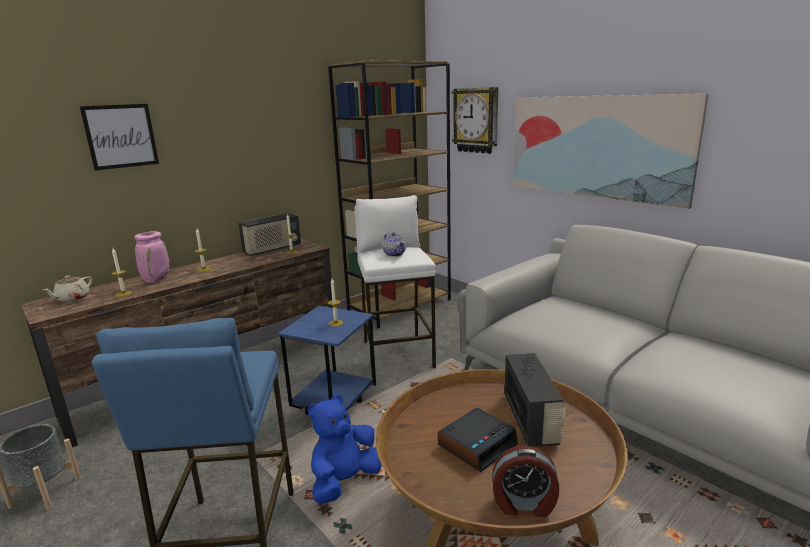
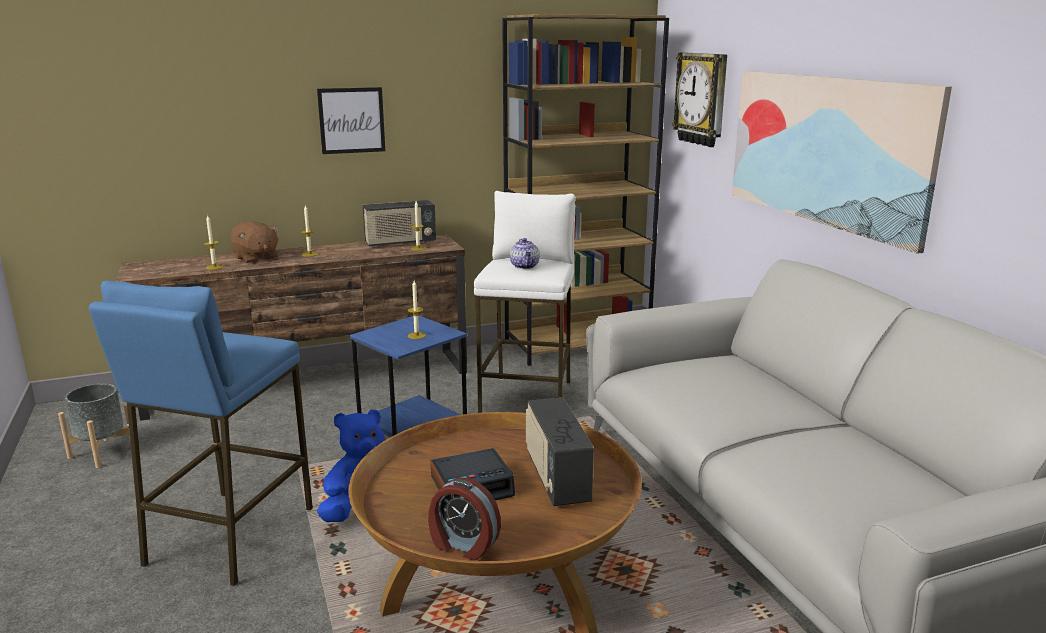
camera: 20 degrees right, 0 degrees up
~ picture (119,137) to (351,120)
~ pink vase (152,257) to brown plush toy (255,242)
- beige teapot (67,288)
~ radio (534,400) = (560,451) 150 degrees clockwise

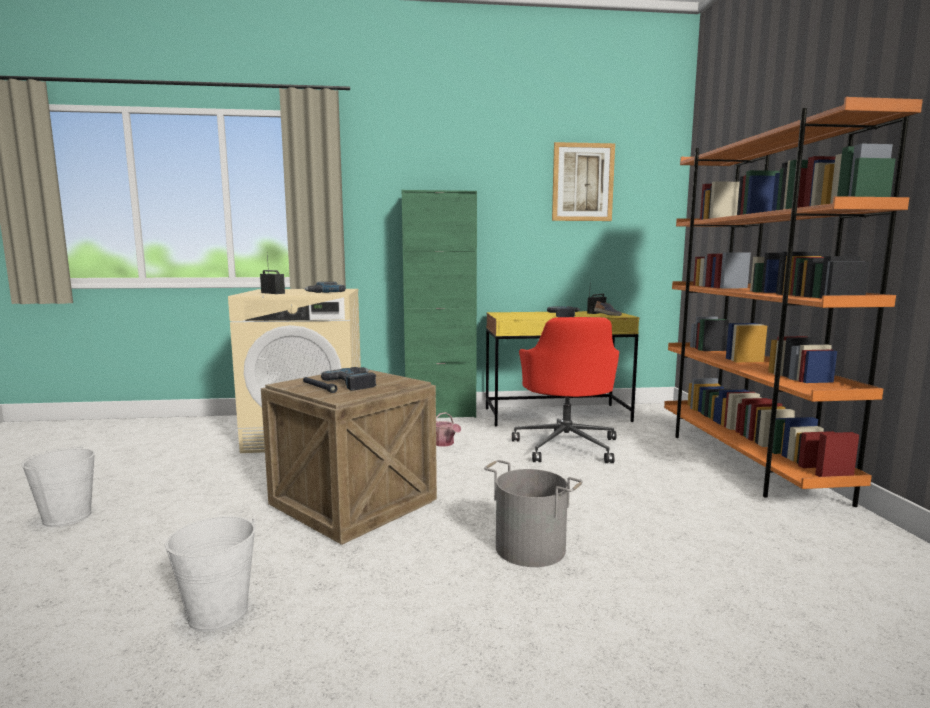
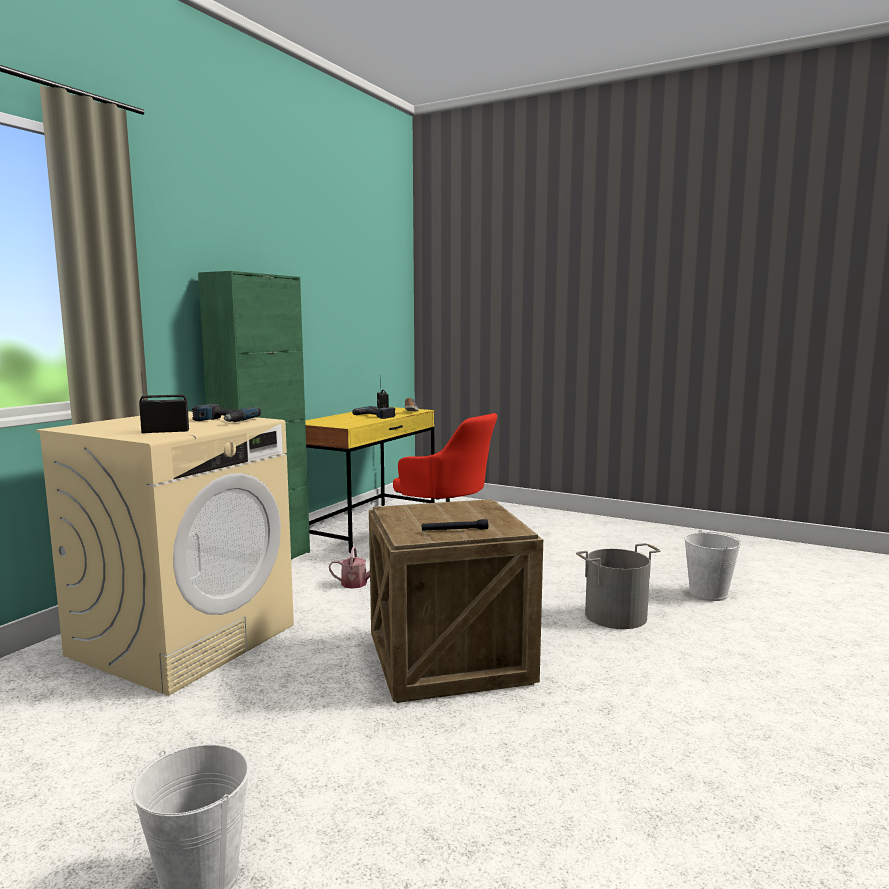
camera: 55 degrees left, 0 degrees up
- orange bookcase (793,302)
- picture (583,181)
- power drill (348,379)
~ white bucket (210,574) to (712,565)

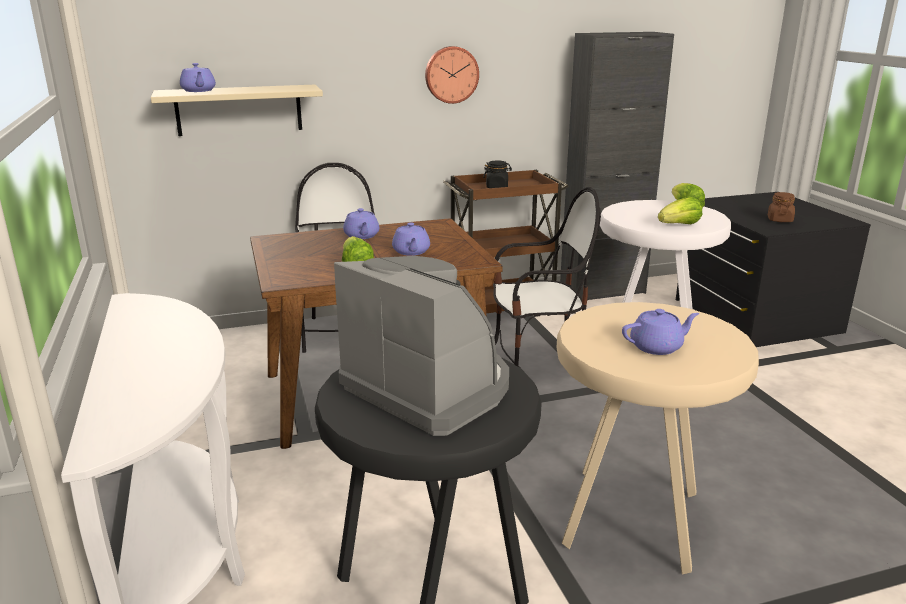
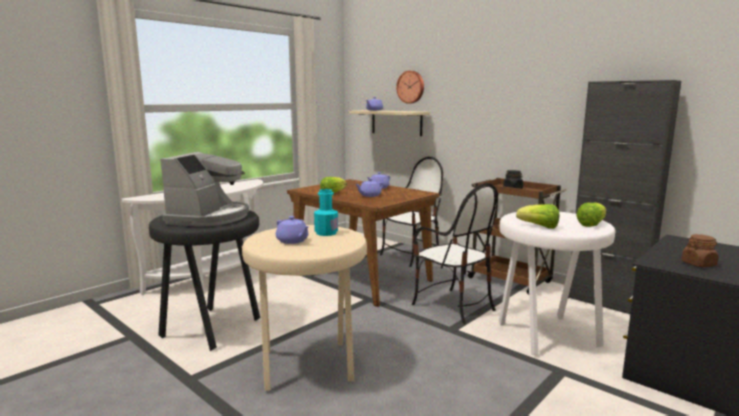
camera: 60 degrees right, 10 degrees down
~ wall clock (452,75) to (410,87)
+ turquoise bottle (326,212)

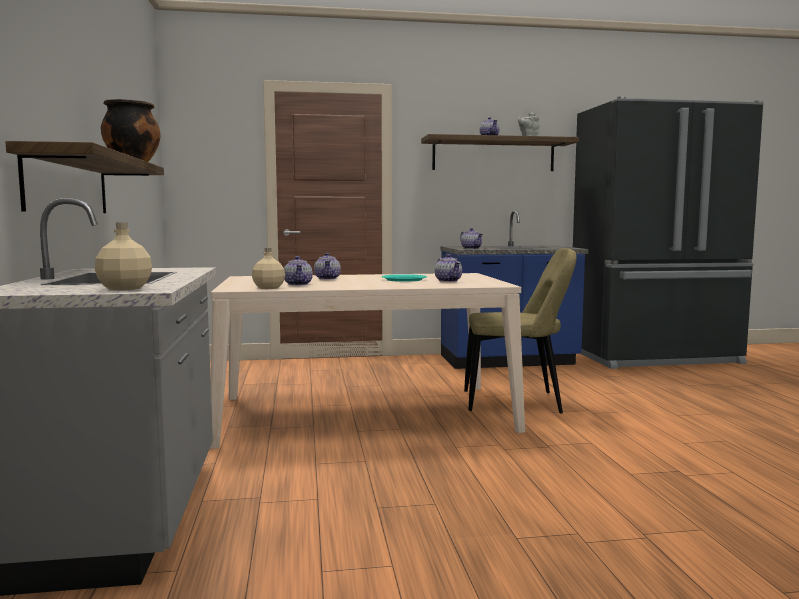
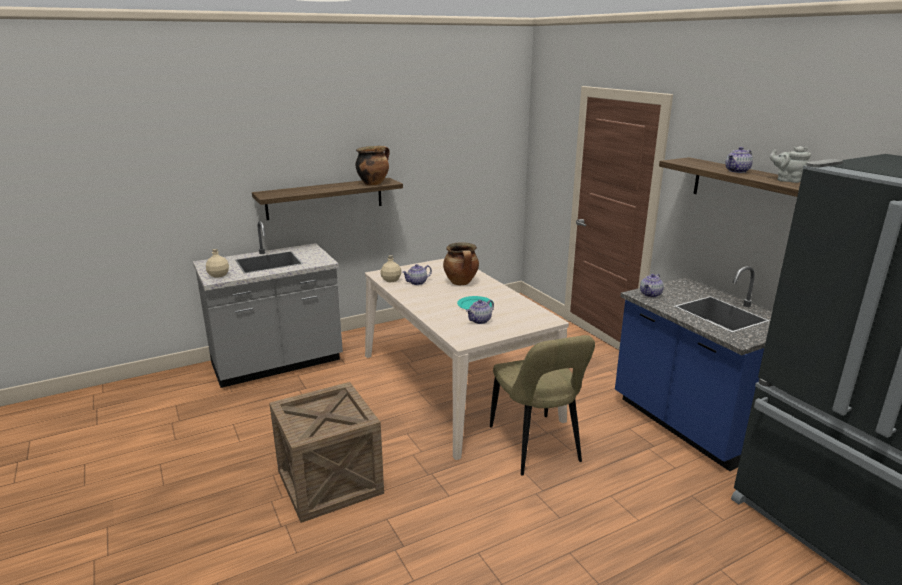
camera: 70 degrees right, 15 degrees up
~ teapot (327,266) to cooking pot (461,263)
+ crate (326,452)

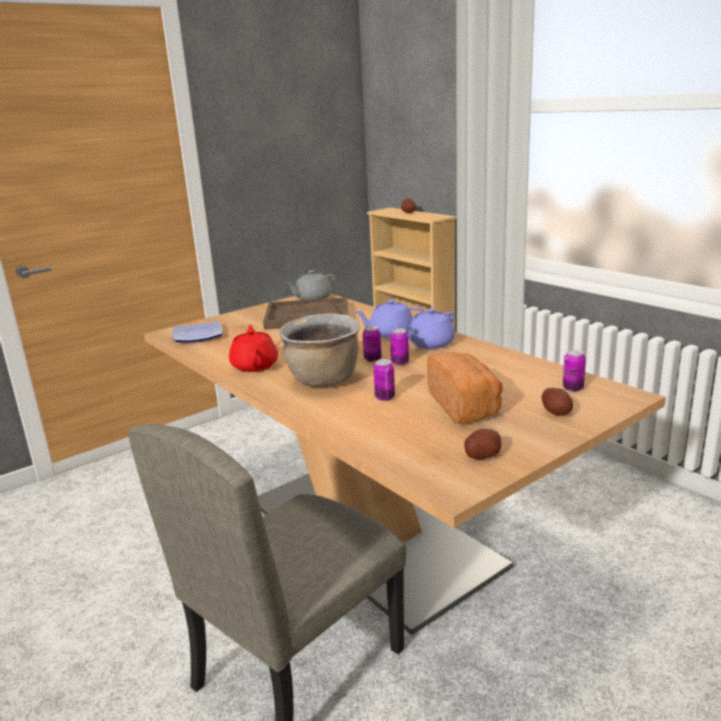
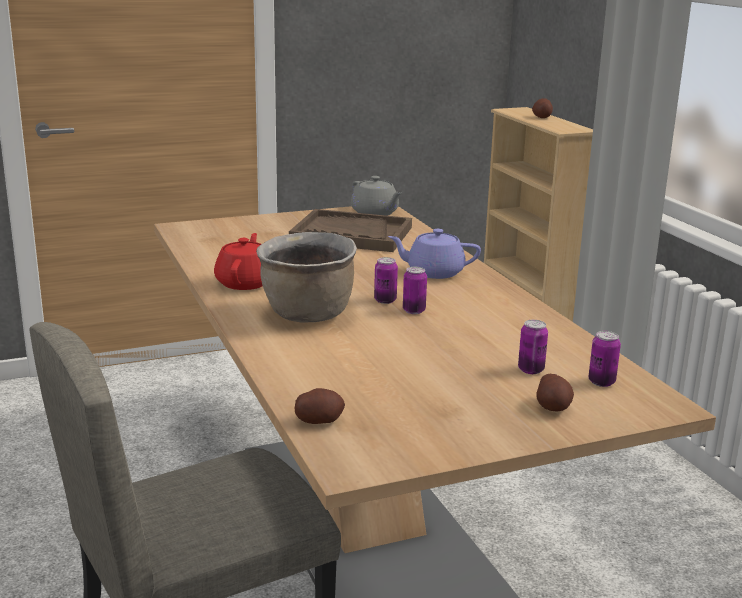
camera: 15 degrees right, 0 degrees up
~ grey teapot (310,285) = (376,196) 105 degrees counterclockwise
- purple teapot (430,328)
- plate (197,331)
- bread (464,388)
~ can (384,380) to (533,347)
~ potato (482,444) to (319,406)

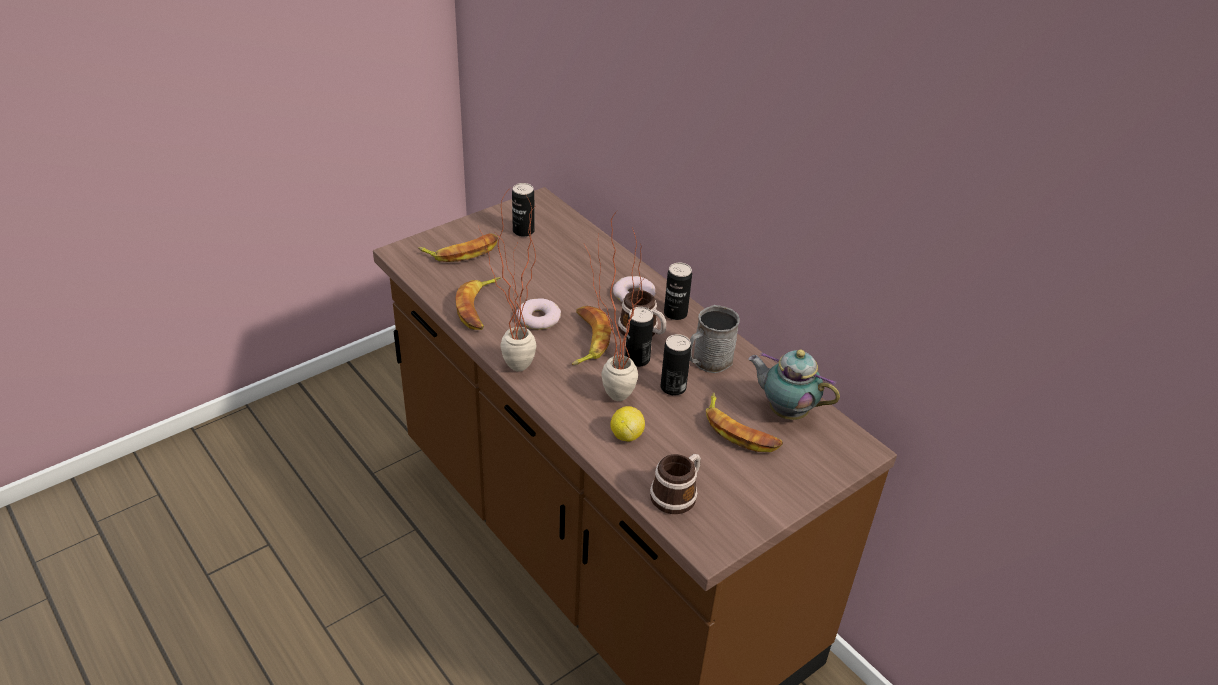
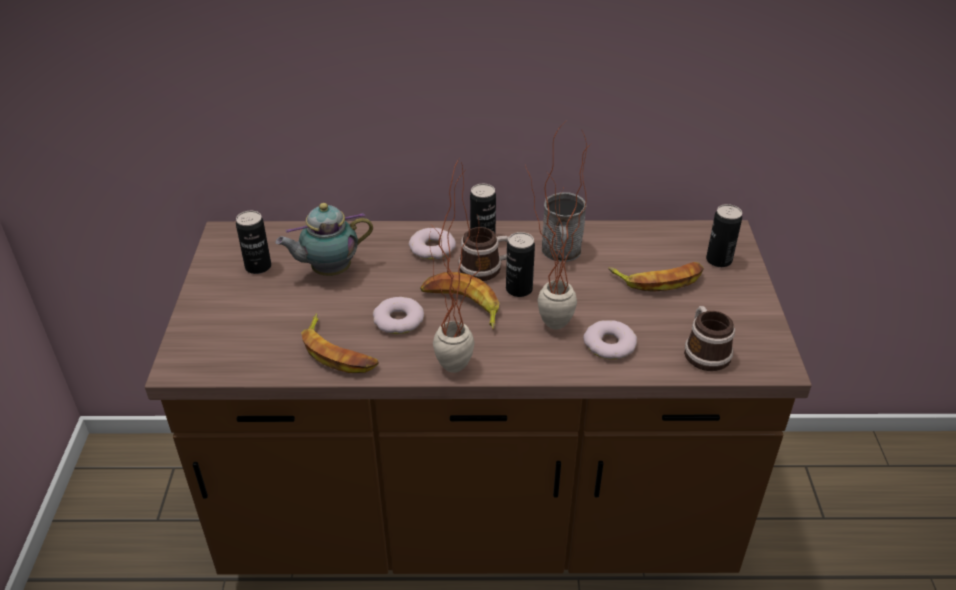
camera: 50 degrees left, 0 degrees up
- banana (458,248)
~ can (676,365) to (724,235)
~ teapot (794,385) to (324,239)
~ lemon (627,423) to donut (610,340)

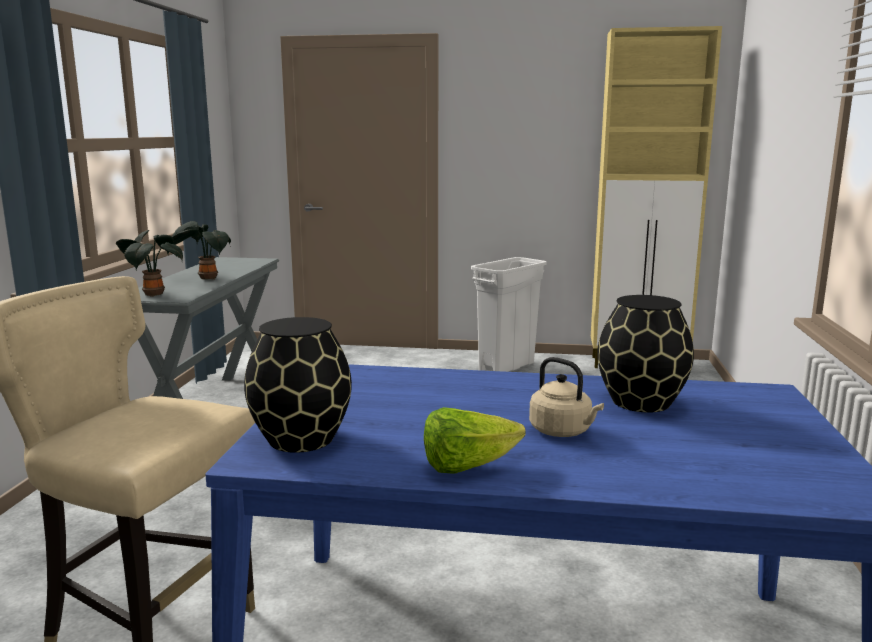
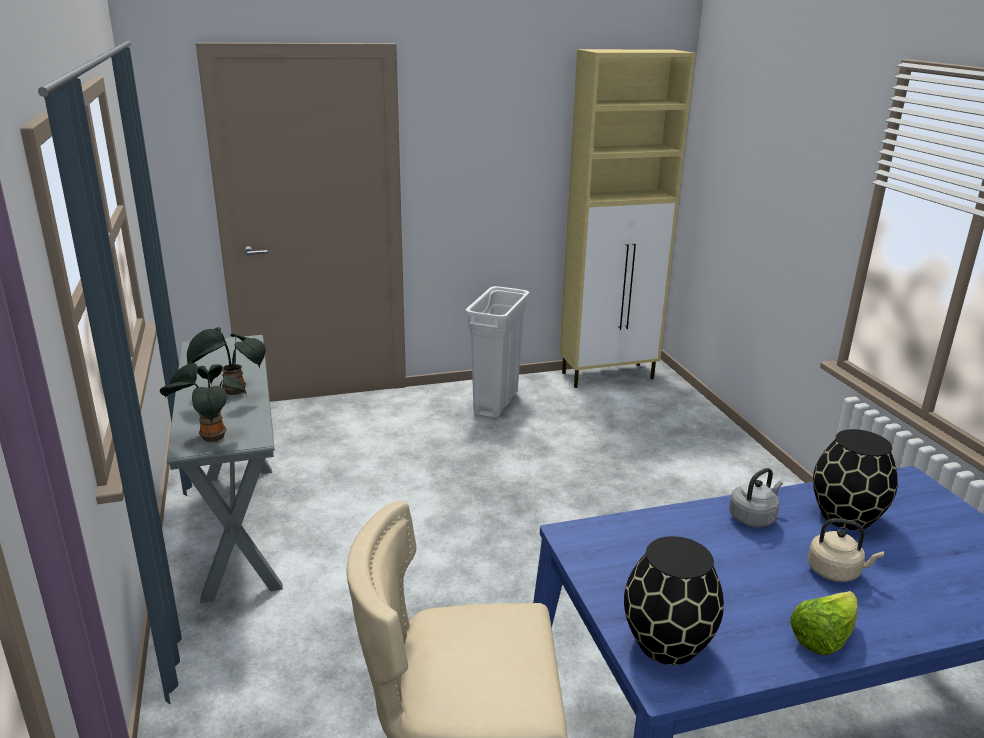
camera: 25 degrees left, 10 degrees up
+ grey kettle (756,498)

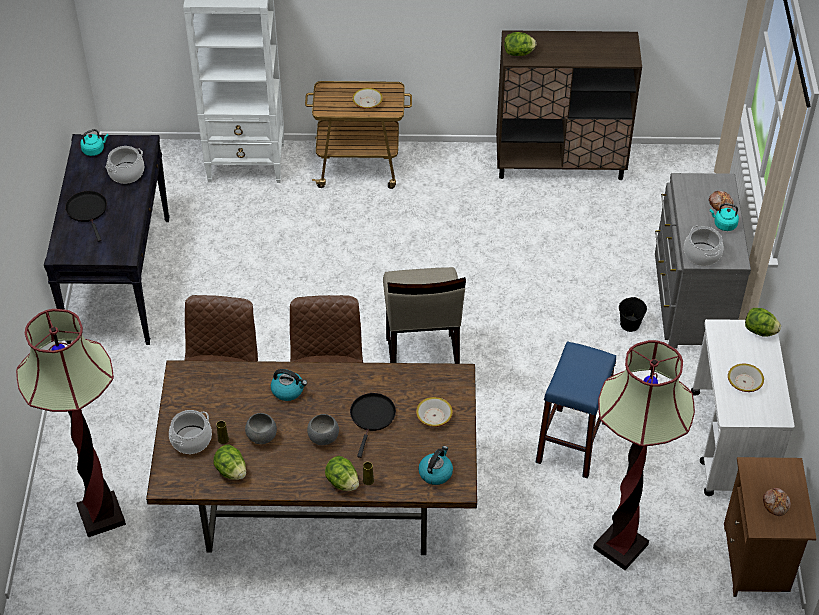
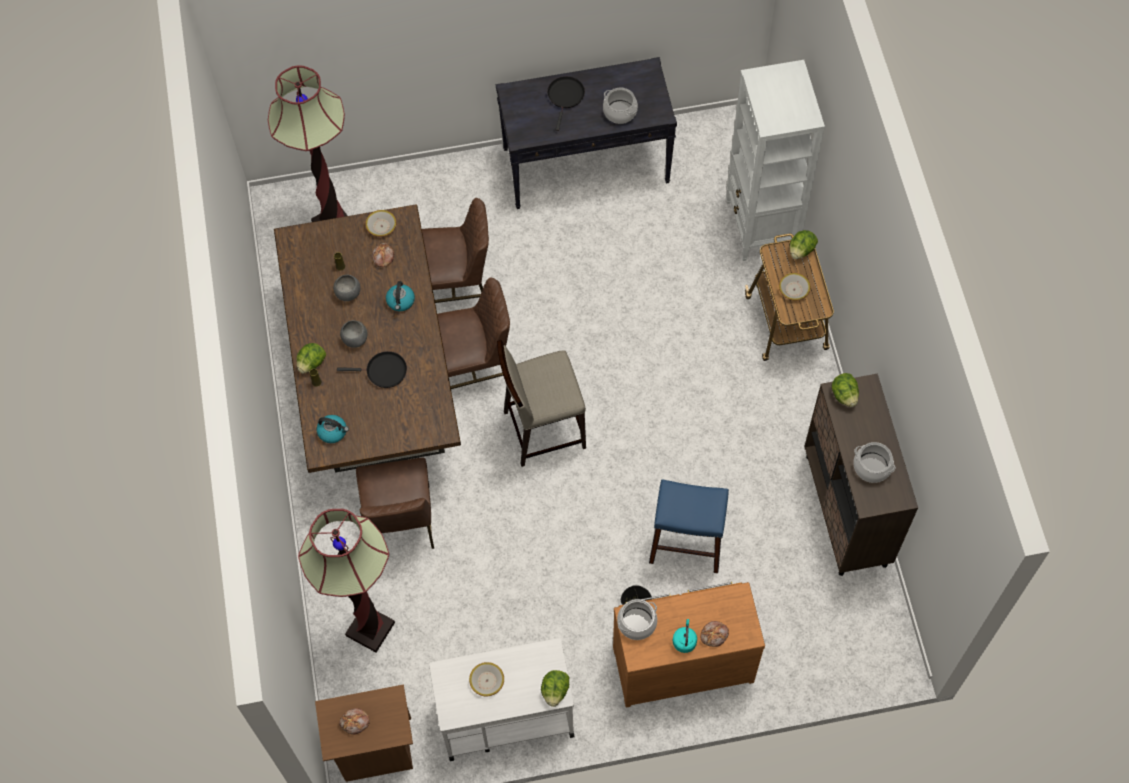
camera: 80 degrees right, 15 degrees up
- turquoise kettle (94,142)
~ grey dresser (703,260) to brown dresser (689,644)
~ black frying pan (86,216) = (566,103) 45 degrees counterclockwise
~ blue stool (576,409) to (689,526)
~ bowl (434,412) to (380,223)
~ cooking pot (190,432) to (874,462)
~ lettuce (229,462) to (804,244)
+ bread (383,255)
+ brown chair (395,503)

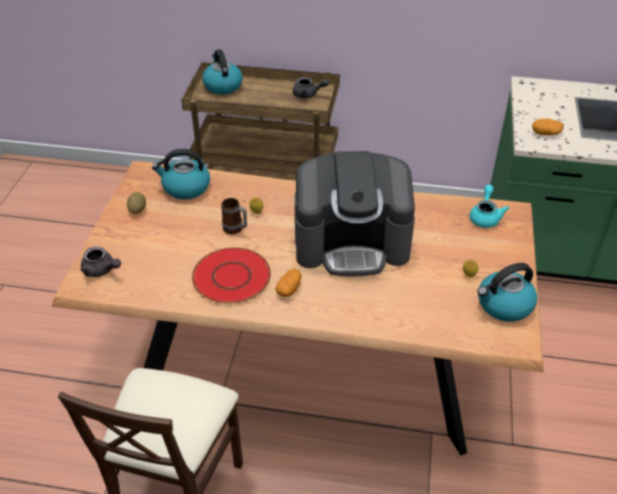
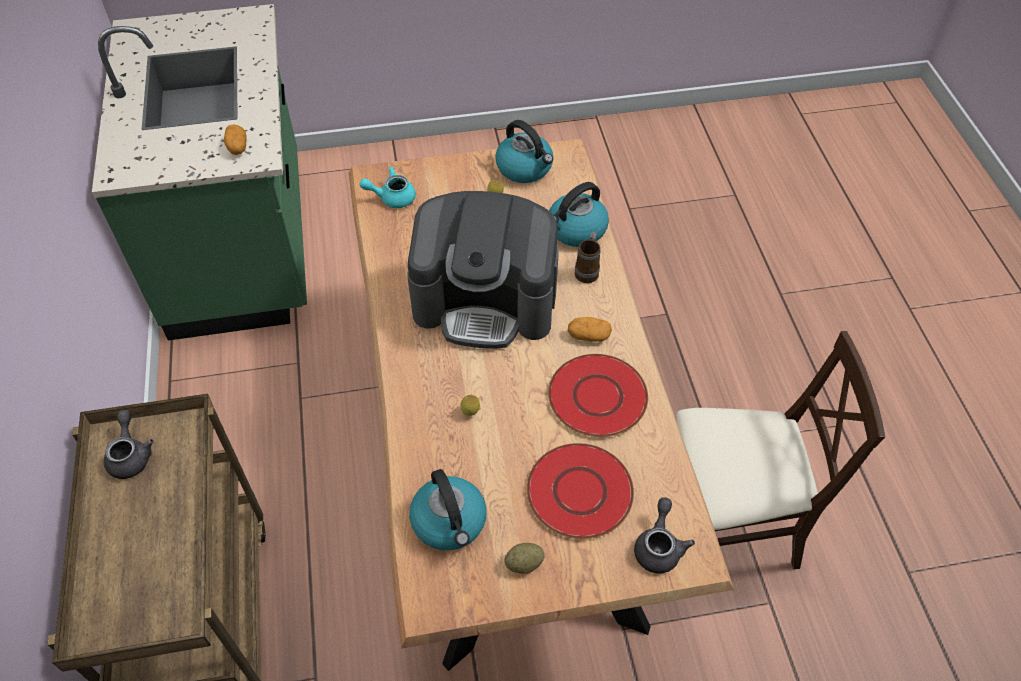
camera: 110 degrees left, 10 degrees up
~ kettle (222,71) to (579,214)
~ coffee machine (354,213) = (483,270) 120 degrees clockwise
~ mug (234,216) to (588,257)
+ red plate (580,491)

